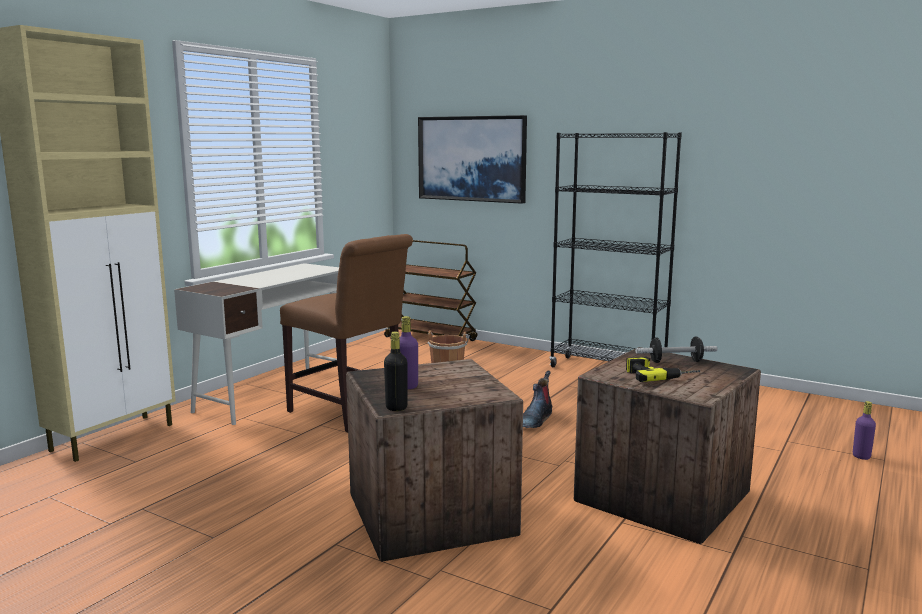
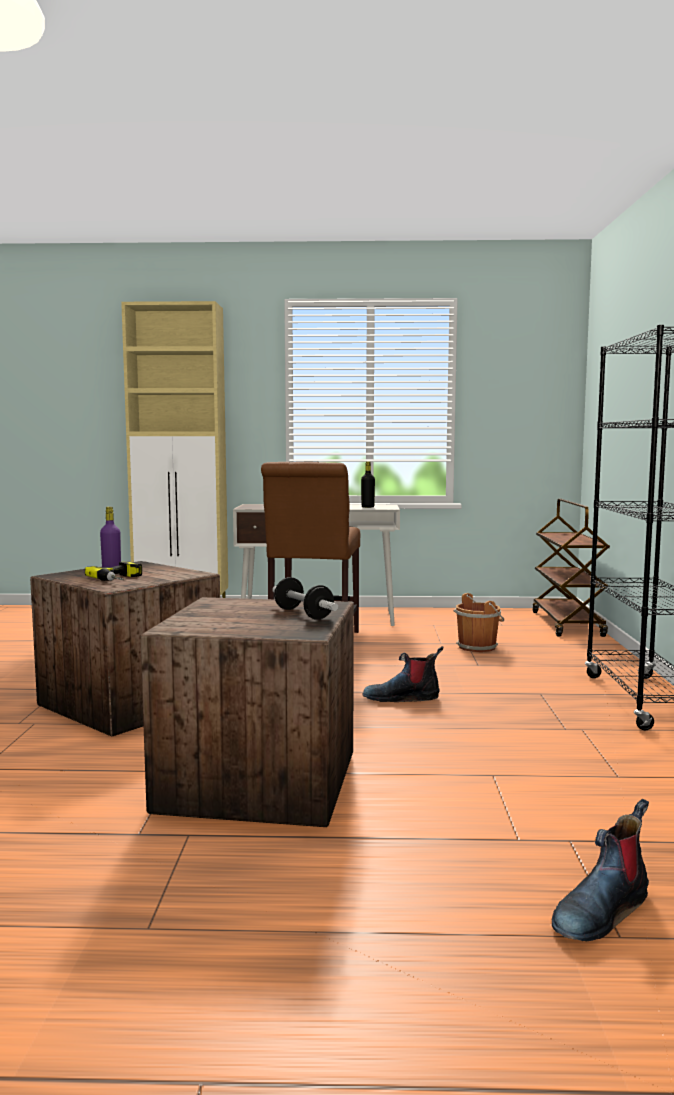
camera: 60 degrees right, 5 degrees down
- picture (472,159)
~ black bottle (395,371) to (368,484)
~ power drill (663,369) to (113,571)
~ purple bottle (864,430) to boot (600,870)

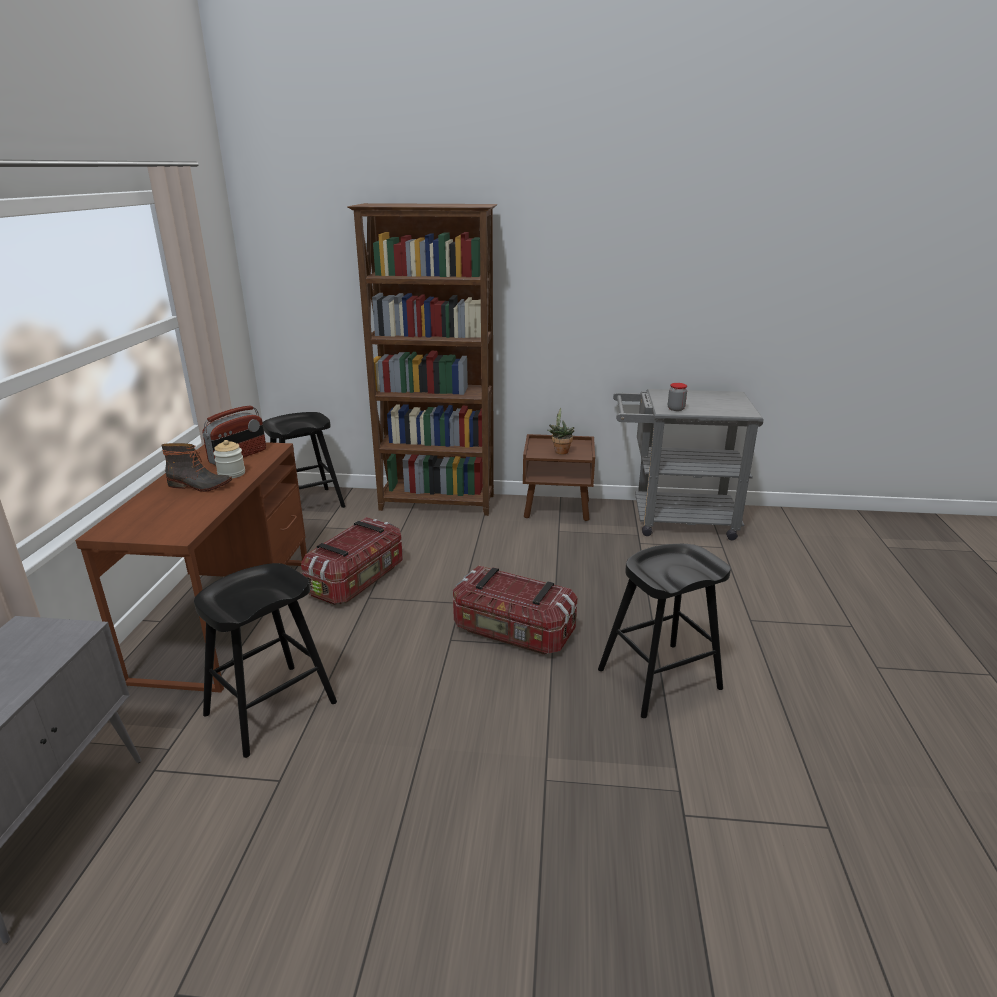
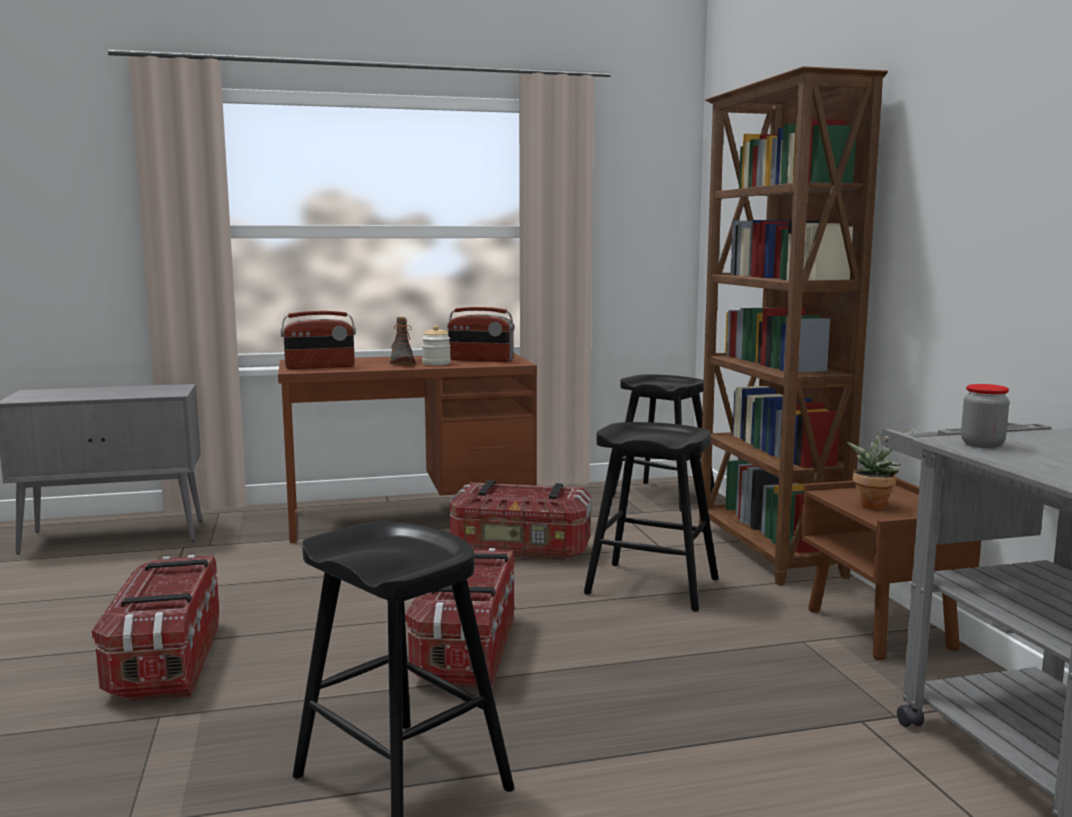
camera: 70 degrees right, 15 degrees down
~ black stool (265,660) to (651,517)
+ radio (318,340)
+ storage box (155,628)

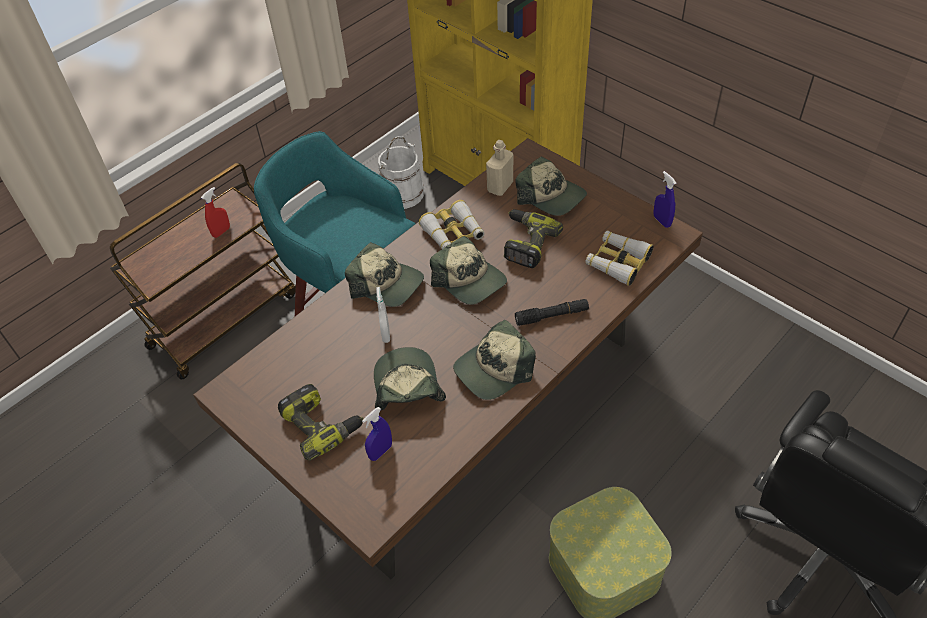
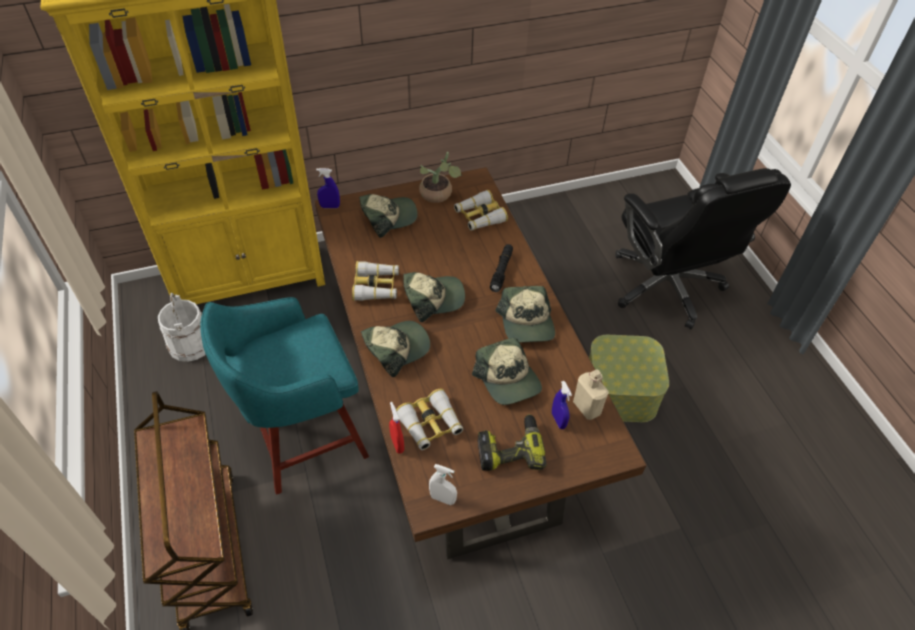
camera: 65 degrees left, 0 degrees up
~ beige bottle (500,168) to (591,394)
~ blue spray bottle (665,199) to (328,188)
~ red spray bottle (215,212) to (396,428)
- power drill (533,238)
~ white spray bottle (383,315) to (443,484)
~ cap (410,379) = (507,371) 135 degrees counterclockwise
+ potted plant (440,177)
+ binoculars (429,419)

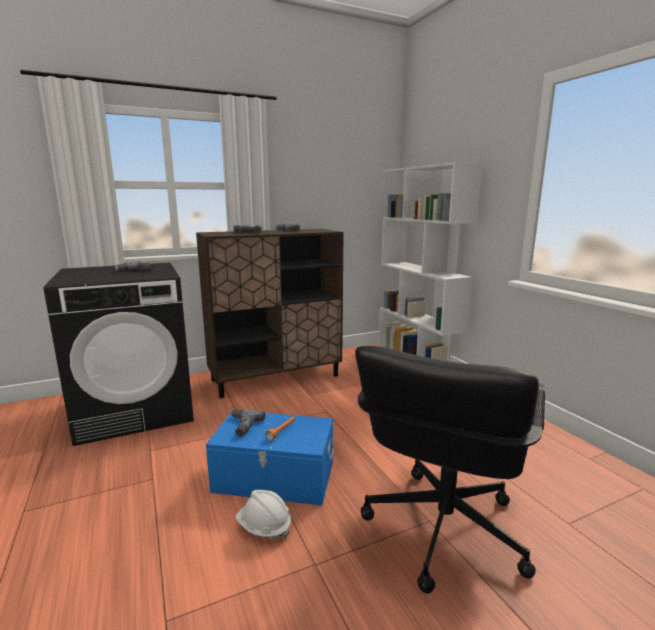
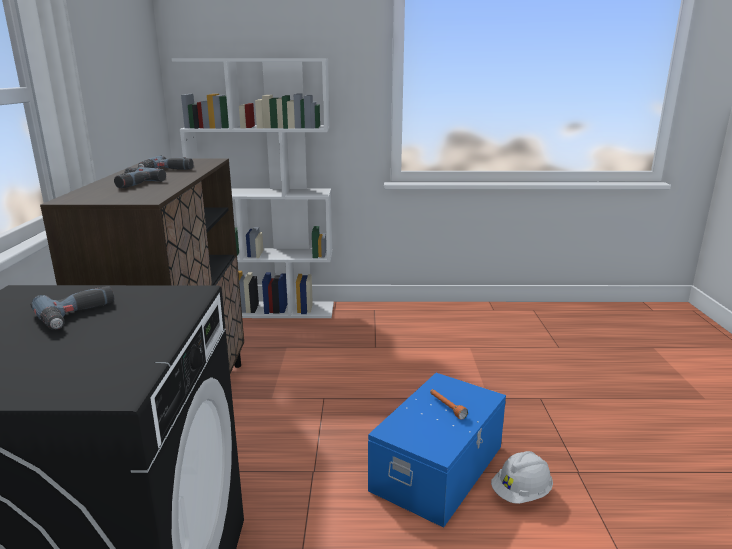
camera: 65 degrees left, 5 degrees up
- black office chair (450,470)
- power drill (248,423)

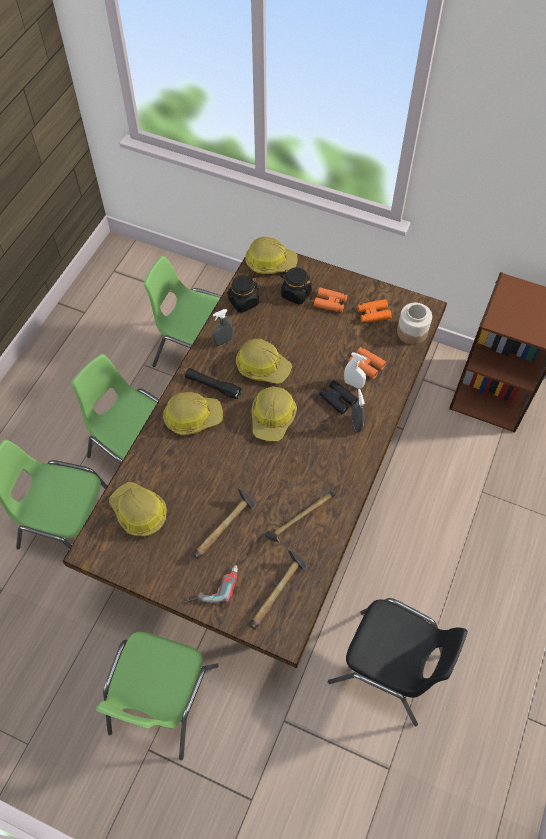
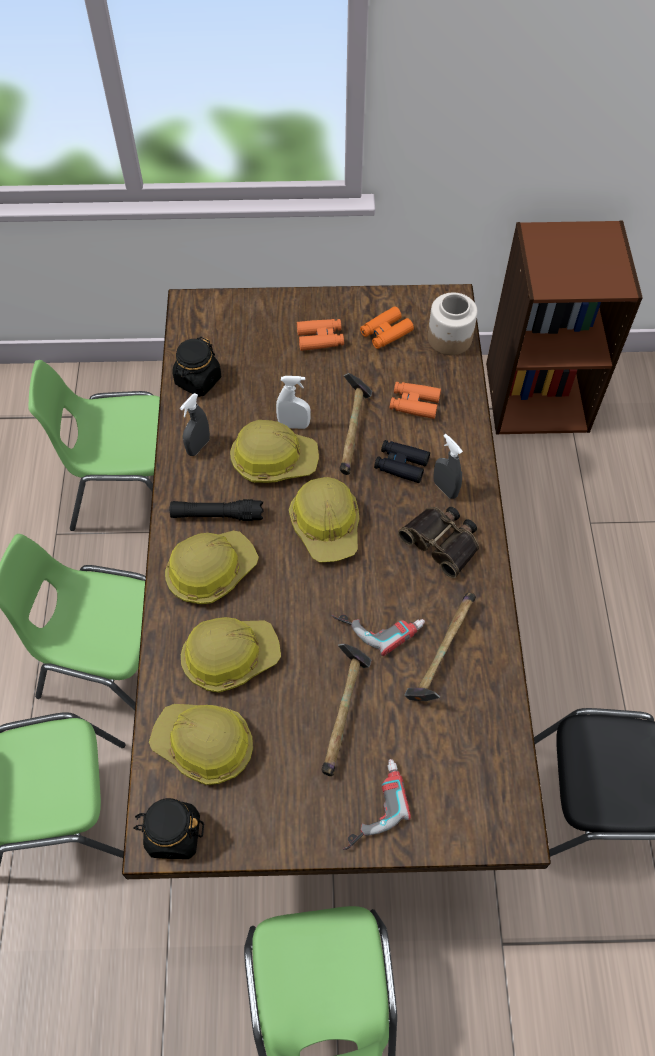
camera: 25 degrees left, 0 degrees up
~ hard hat (271,255) to (231,655)
~ black jar (296,285) to (168,828)
~ white spray bottle (355,370) to (293,402)
~ hammer (278,589) to (356,424)
+ binoculars (438,542)
+ power drill (378,635)

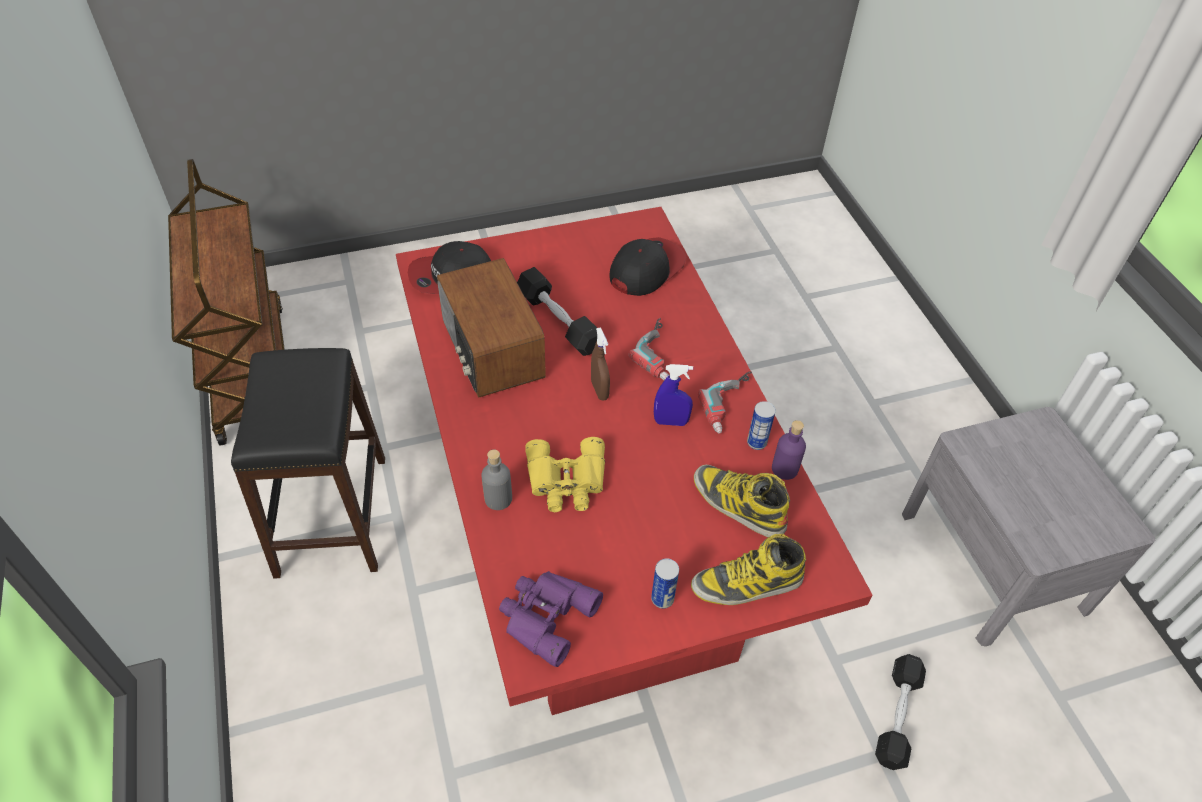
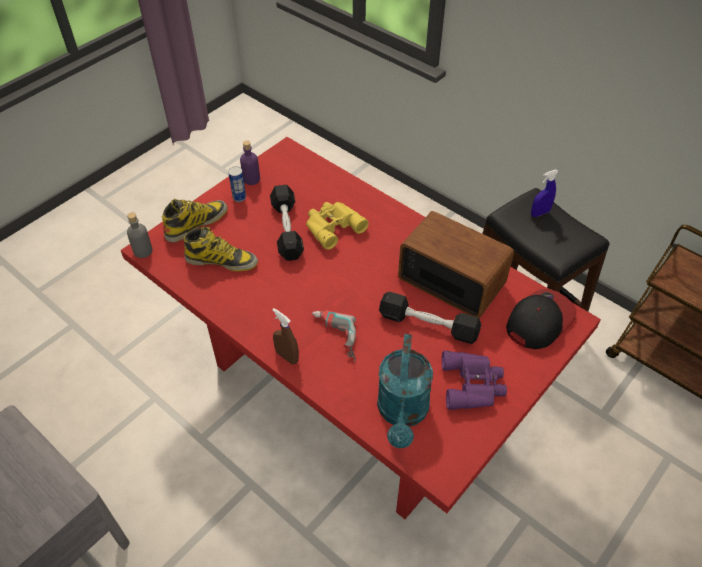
camera: 150 degrees right, 0 degrees up
~ cap (647,266) to turquoise watering can (405,391)
~ brown spray bottle (600,364) to (285,336)
~ blue spray bottle (673,395) to (545,193)
- power drill (725,403)
- can (761,425)
~ purple bottle (789,450) to (250,162)
~ grey bottle (496,480) to (140,235)
~ purple binoculars (551,619) to (474,380)
~ black dumbbell (900,712) to (287,223)

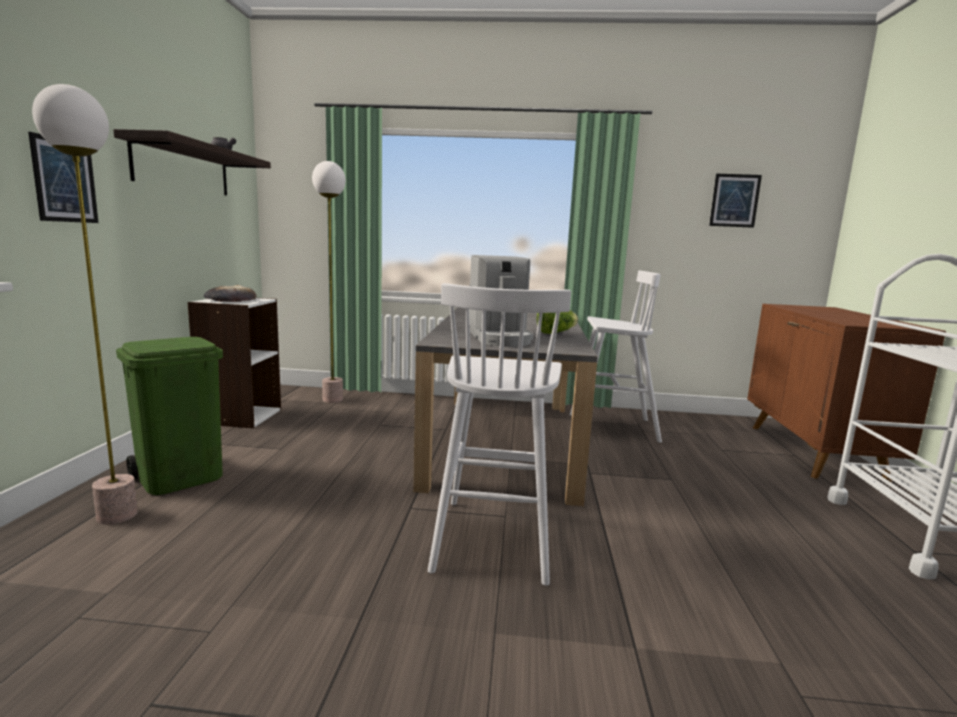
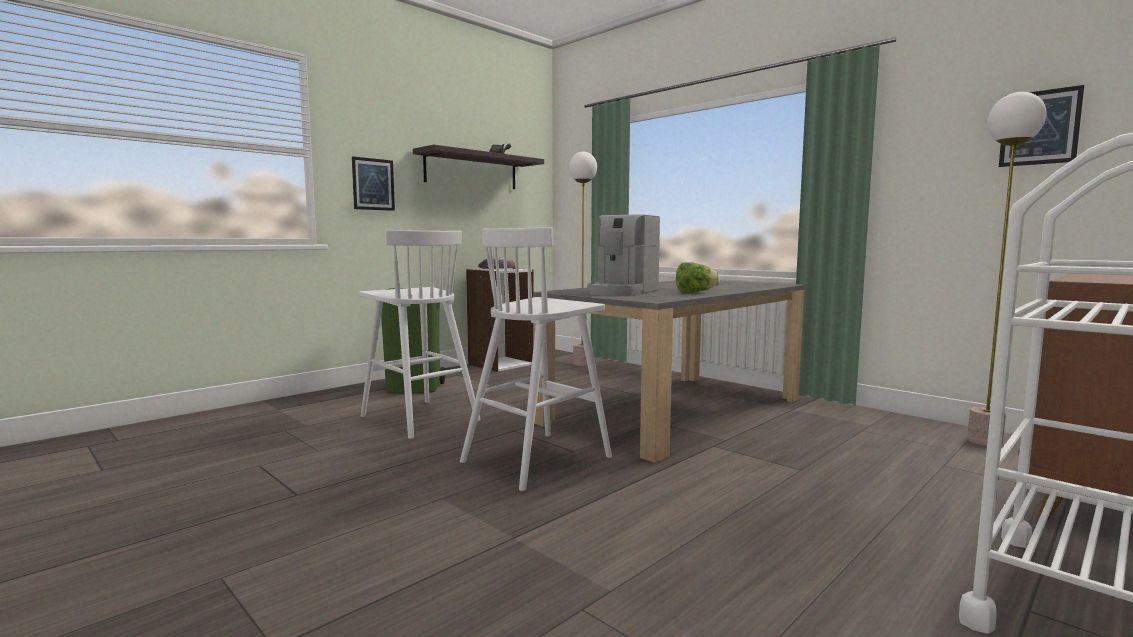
camera: 40 degrees right, 5 degrees down
~ floor lamp (85,304) to (1006,269)
~ white stool (616,356) to (420,334)

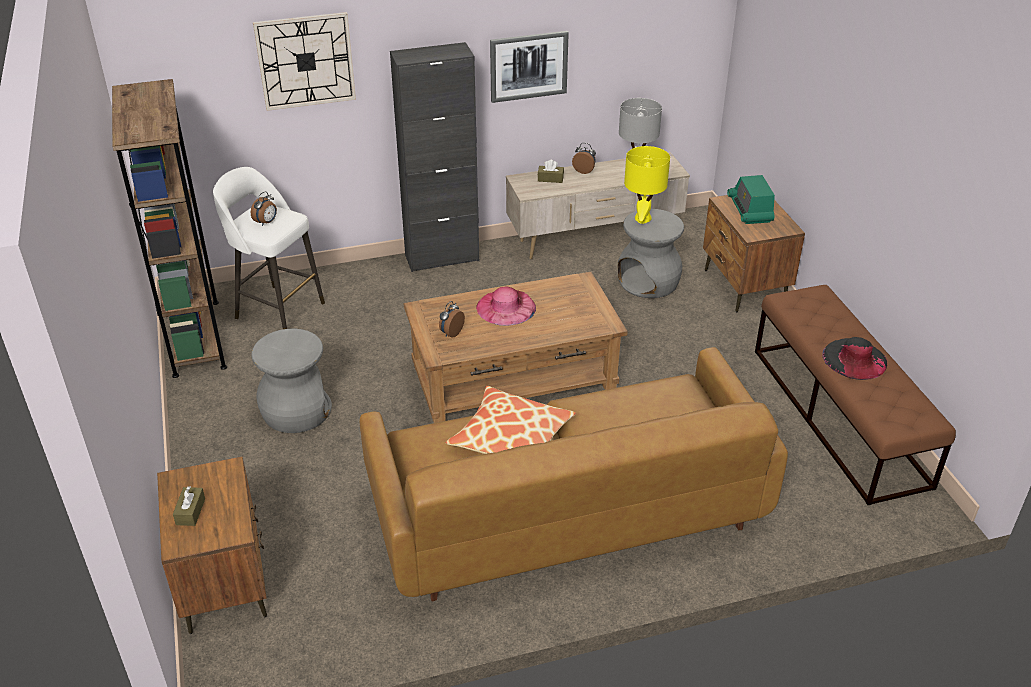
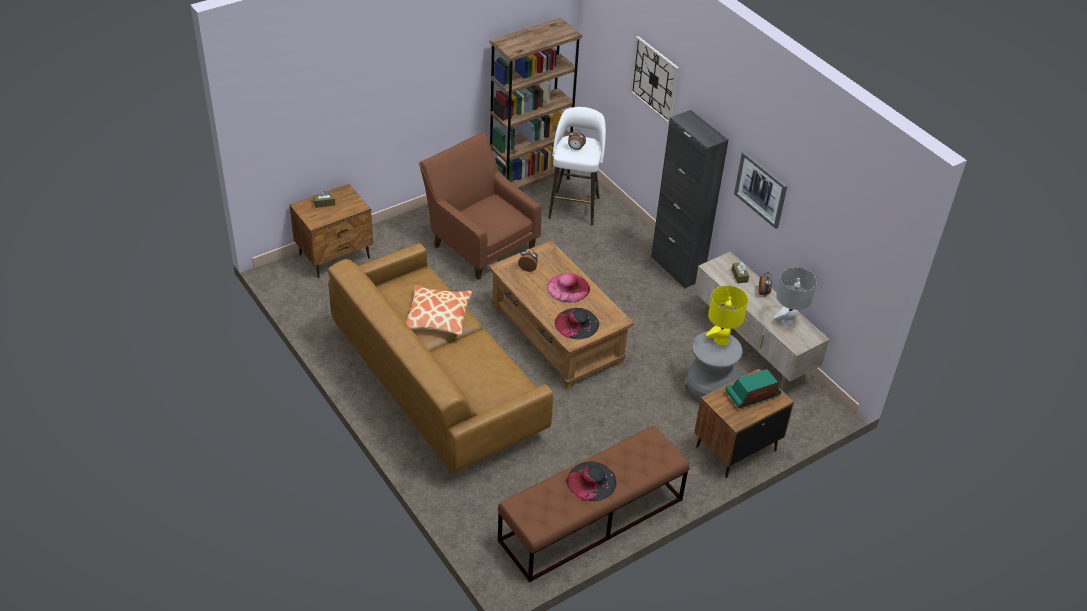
camera: 70 degrees right, 5 degrees up
~ grey stool (292,381) to brown armchair (480,206)
+ black hat (577,323)

